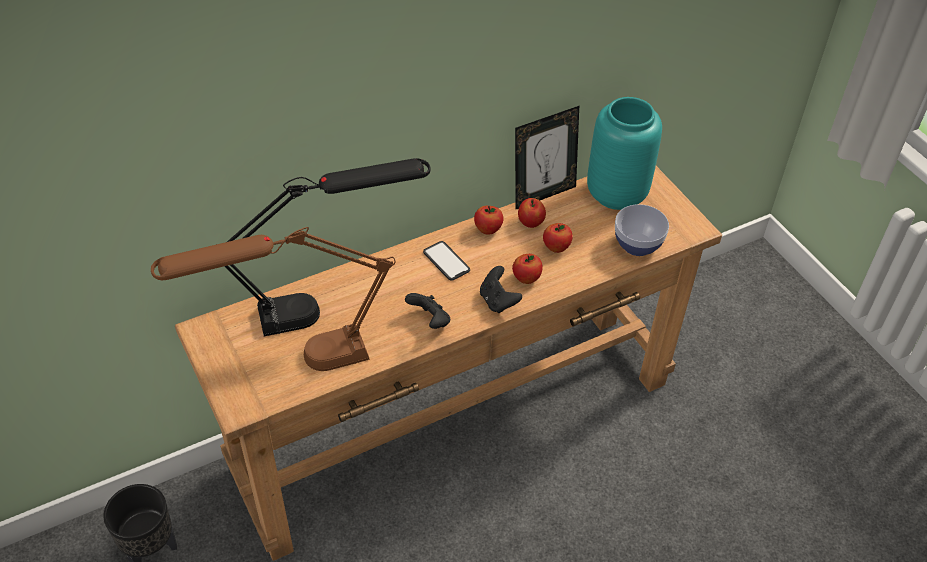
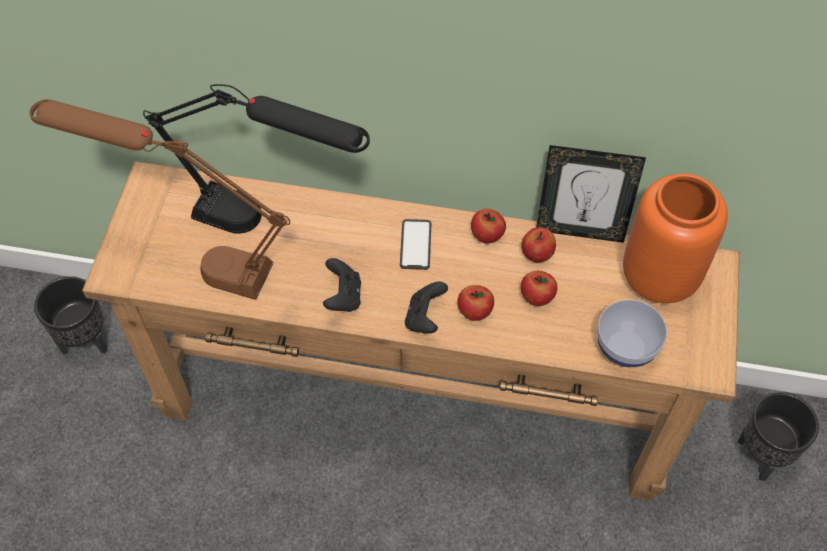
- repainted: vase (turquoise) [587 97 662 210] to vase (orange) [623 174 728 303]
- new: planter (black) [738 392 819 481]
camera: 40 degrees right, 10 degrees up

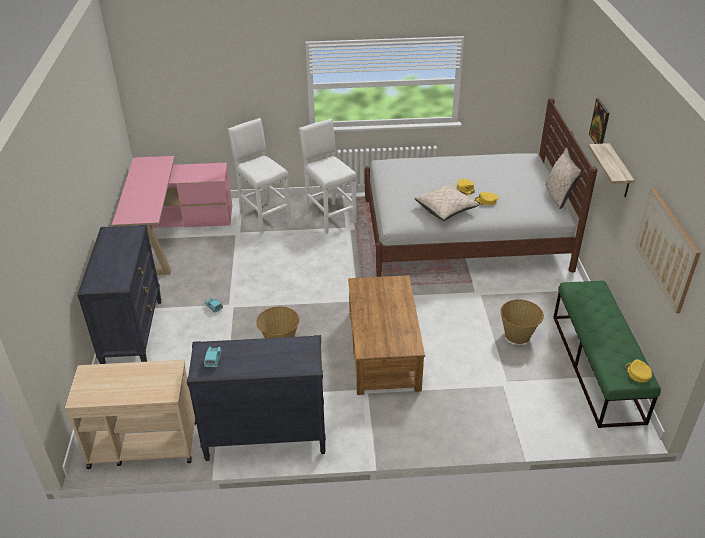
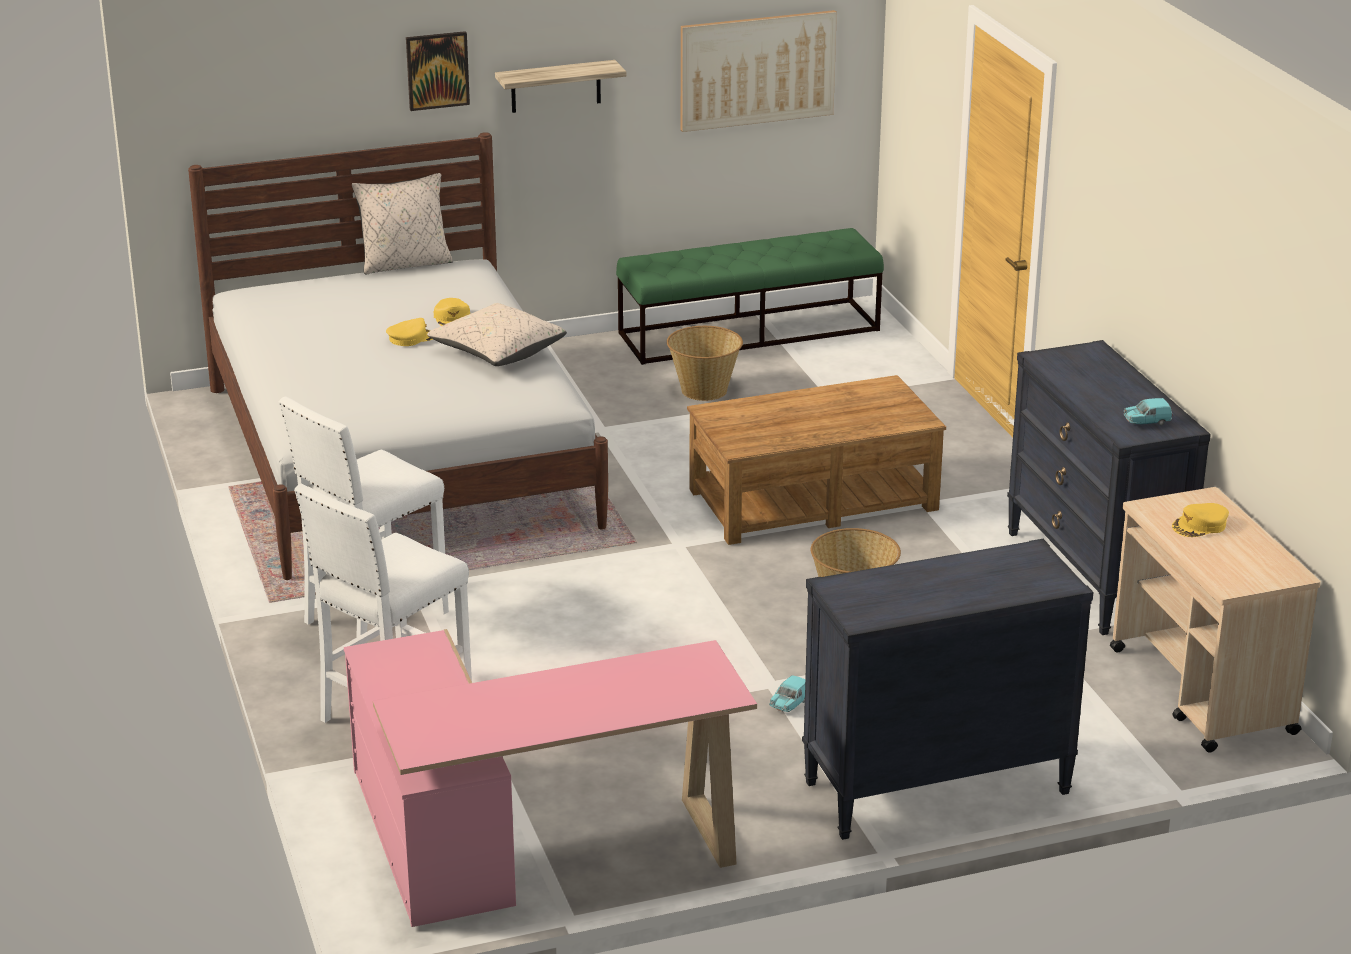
- shifted: cap (yellow) [625 359 652 382] to [1172 503 1229 537]
camera: 105 degrees left, 10 degrees down

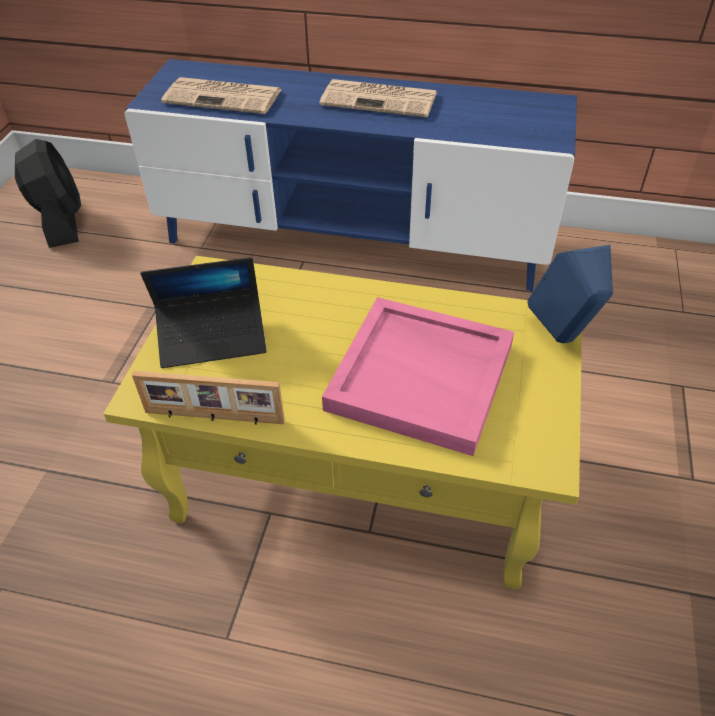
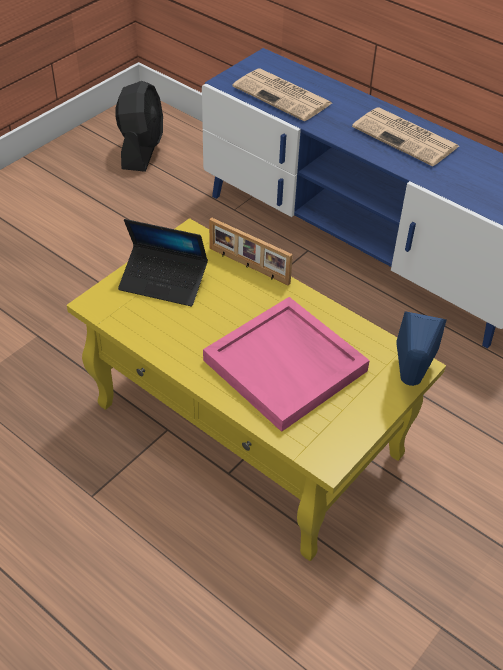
- shifted: picture frame [132 371 285 424] to [209 217 293 286]
camera: 25 degrees right, 0 degrees up

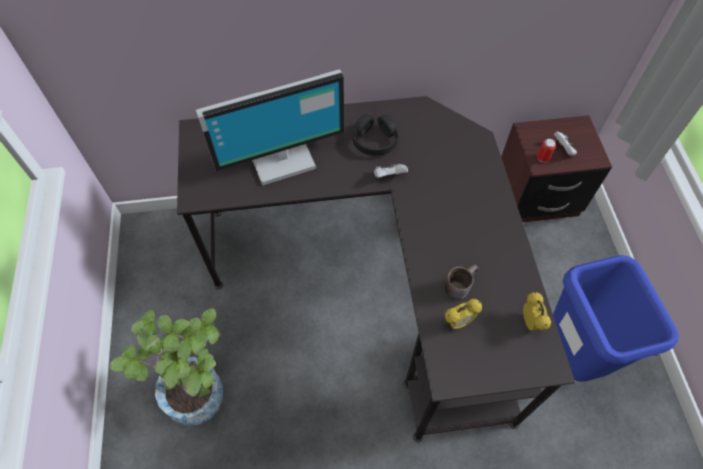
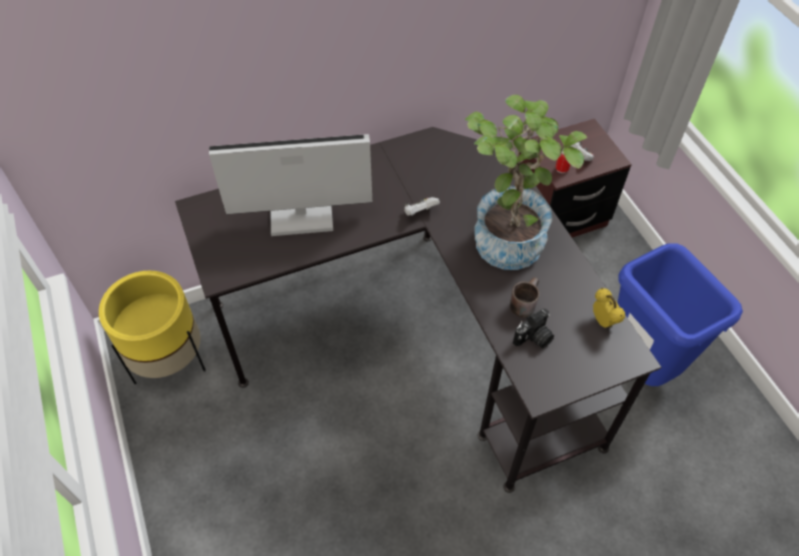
- new: planter (yellow) [99 271 206 384]
- rotated: monitor [196 69 345 186] = [209 134 372 236] 150 degrees counterclockwise
- shifted: potted plant [110 308 223 425] to [465 95 587 270]
- swapped: alarm clock [445 299 482 329] to photo camera [513 309 554 348]
- gone: headphones (black) [353 114 398 156]
camera: 15 degrees left, 5 degrees down

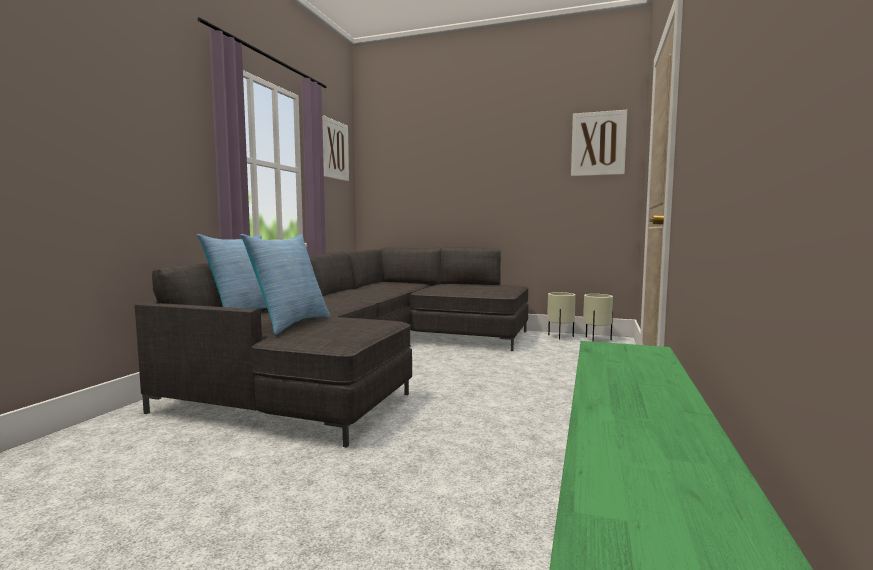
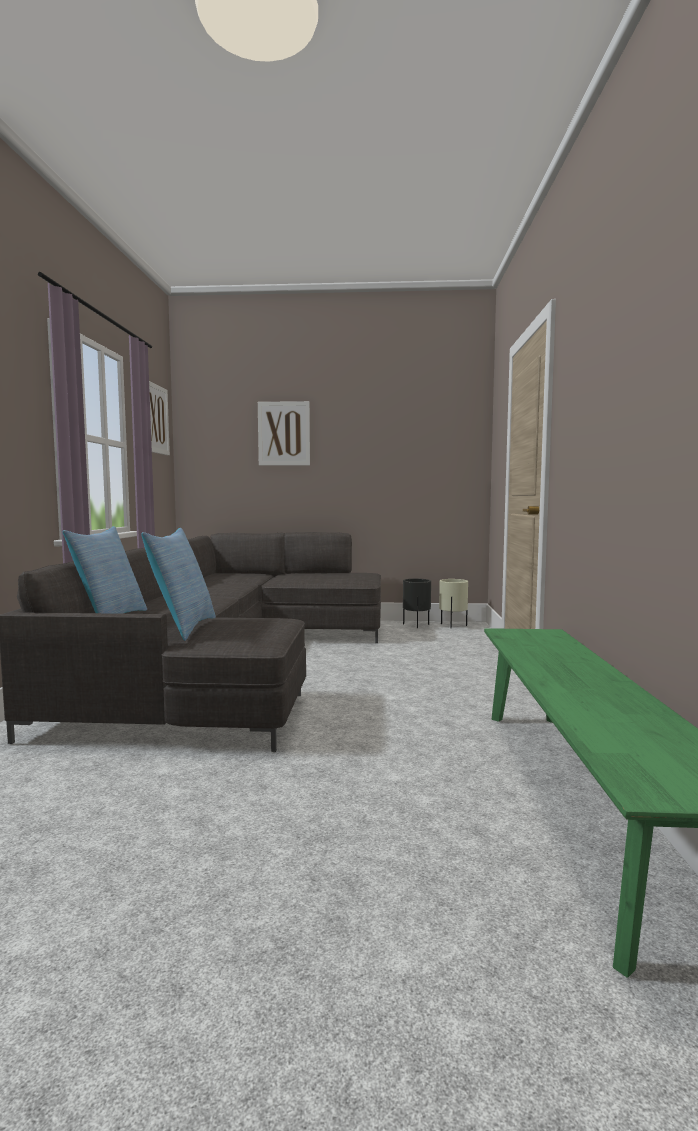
- shifted: picture [571 110 627 176] to [258 401 310 466]
- repainted: planter (beige) [547 292 576 339] to planter (black) [403 579 431 628]
camera: 15 degrees left, 0 degrees up

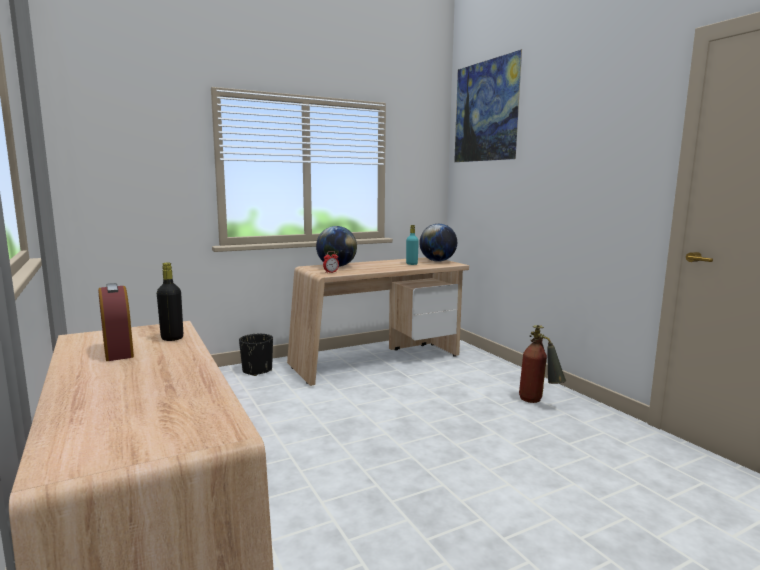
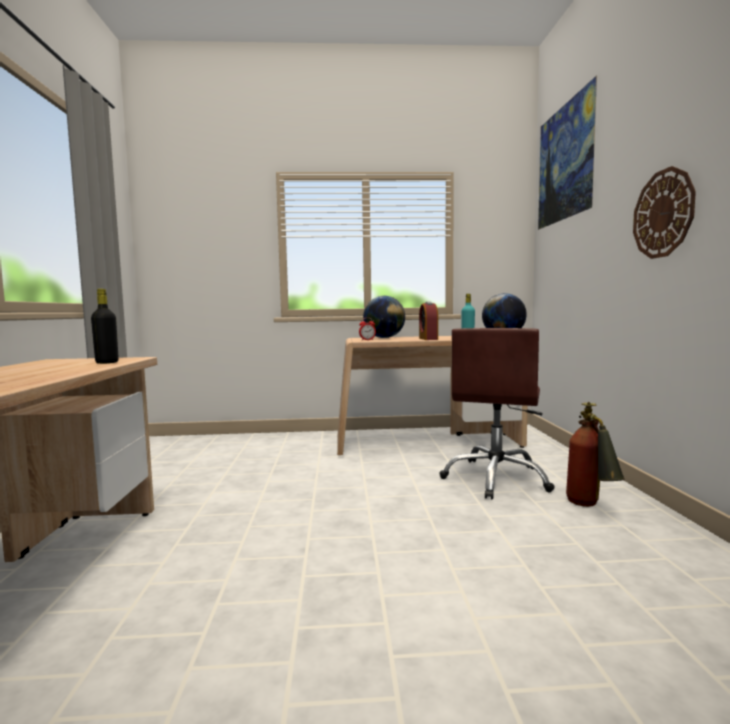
- shifted: alarm clock [98 283 134 361] to [419 301 438 340]
- new: office chair (brown) [439 328 555 499]
- new: wall clock [633 166 696 259]
- gone: planter (black) [239 334 273 376]
camera: 25 degrees right, 5 degrees down

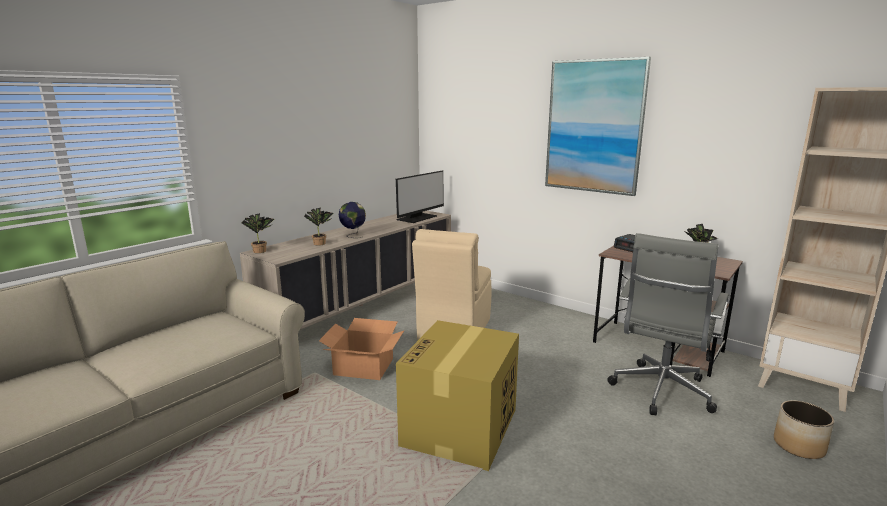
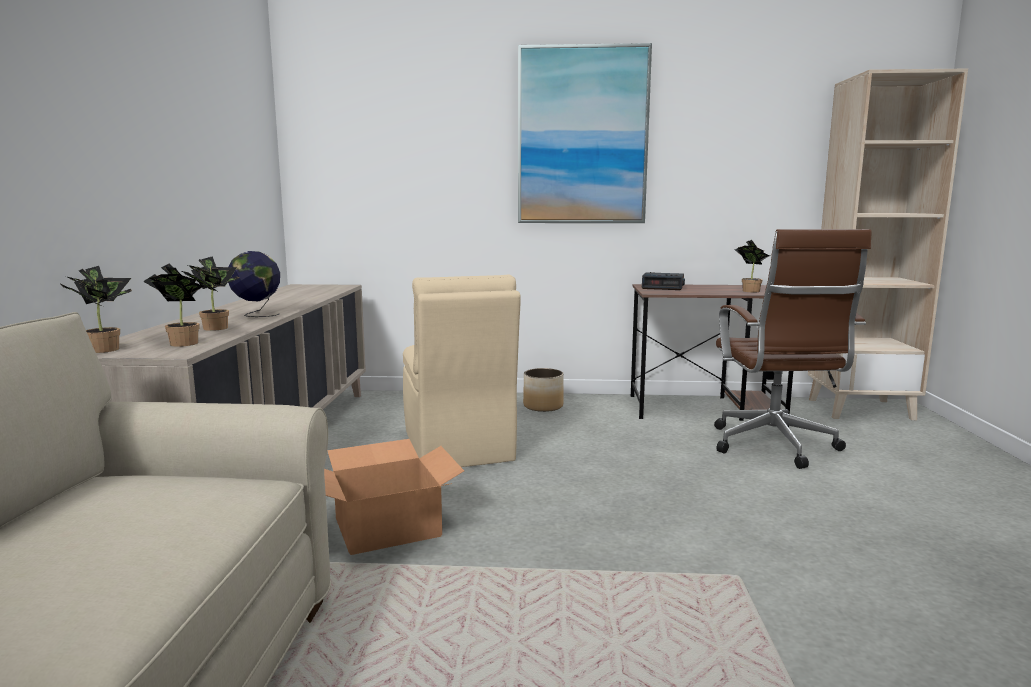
- new: potted plant [143 263 204 347]
- shifted: planter [774 400 834 459] to [523 368 564 412]
- repainted: office chair (grey) [607 233 729 415] to office chair (brown) [714 229 872 469]
- gone: monitor [396 171 444 223]
- gone: cardboard box [396 320 519 471]
camera: 35 degrees left, 5 degrees down

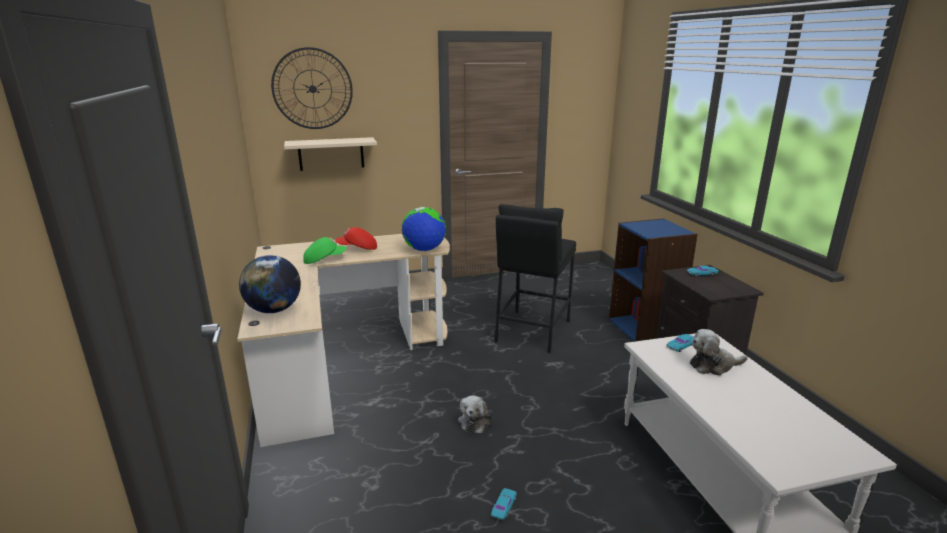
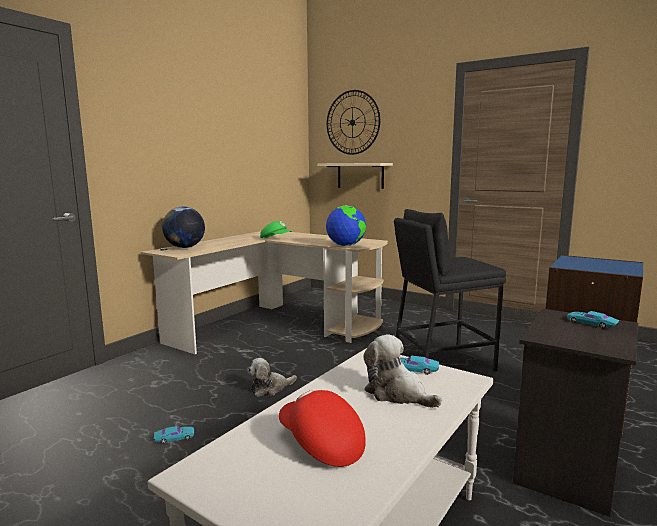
- shifted: cap (red) [335 227 377 250] to [279 390 366 467]
camera: 50 degrees right, 10 degrees down

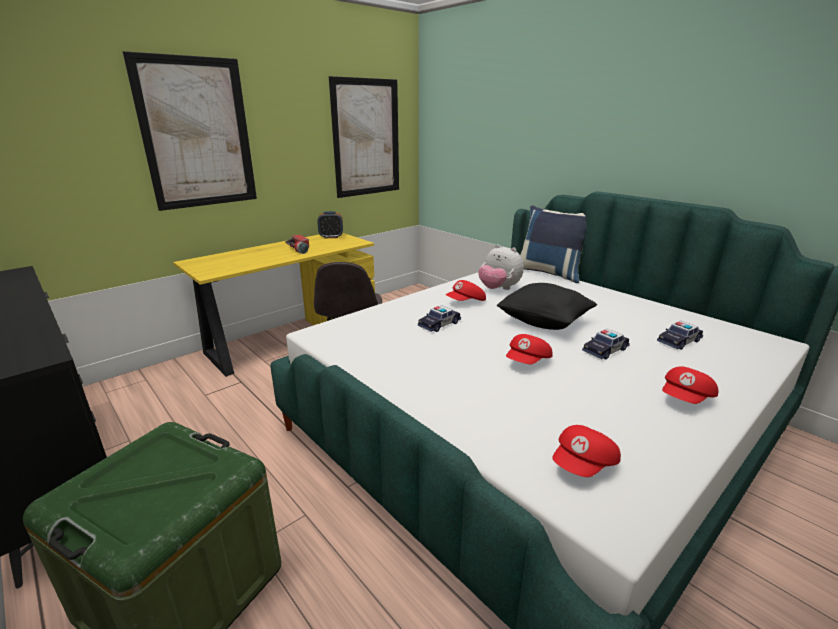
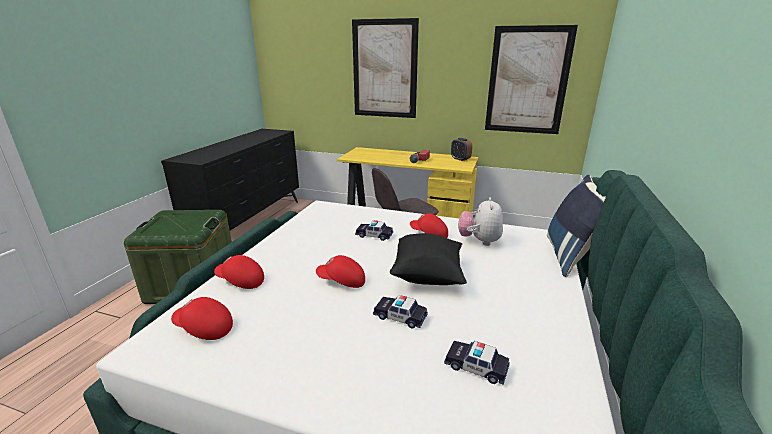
- shifted: cap (red) [662 367 718 404] to [214 255 264 289]
camera: 60 degrees right, 0 degrees up

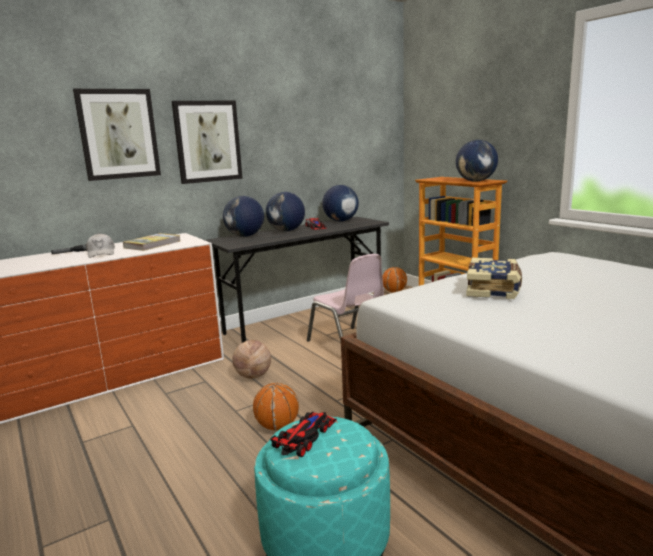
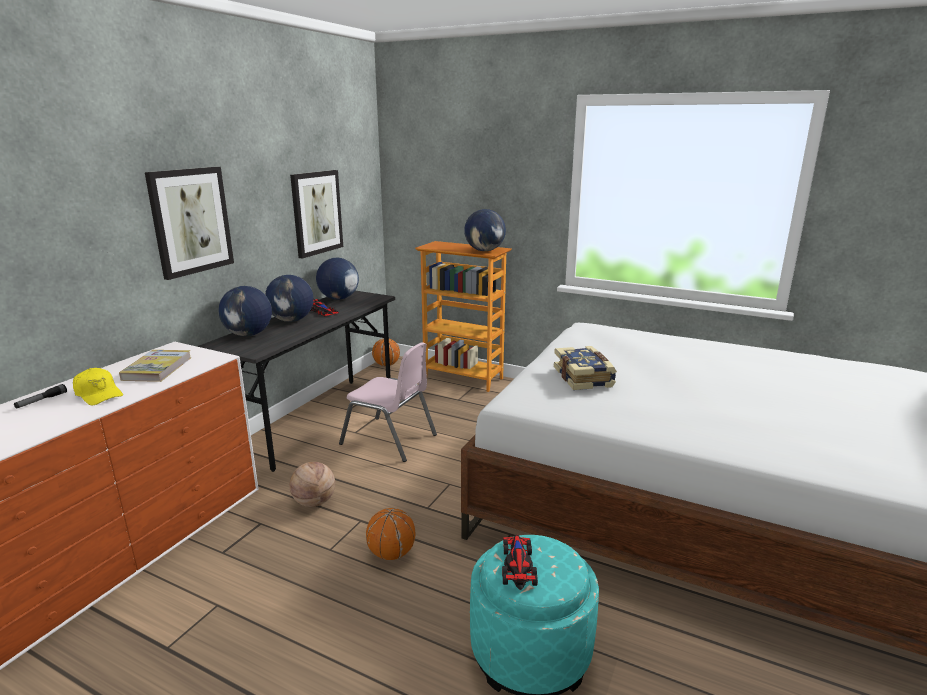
- repainted: cap (white) [86 233 115 258] to cap (yellow) [73 368 123 405]
- shifted: picture [73 89 161 181] to [290 170 343 259]
camera: 30 degrees left, 5 degrees up

